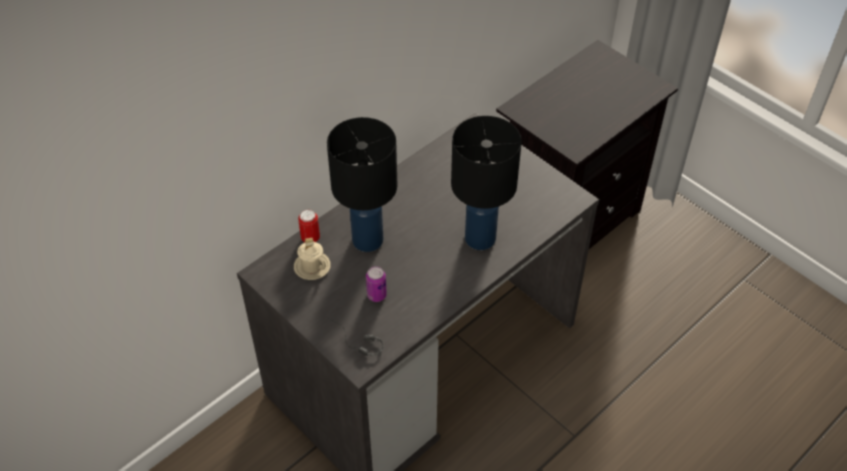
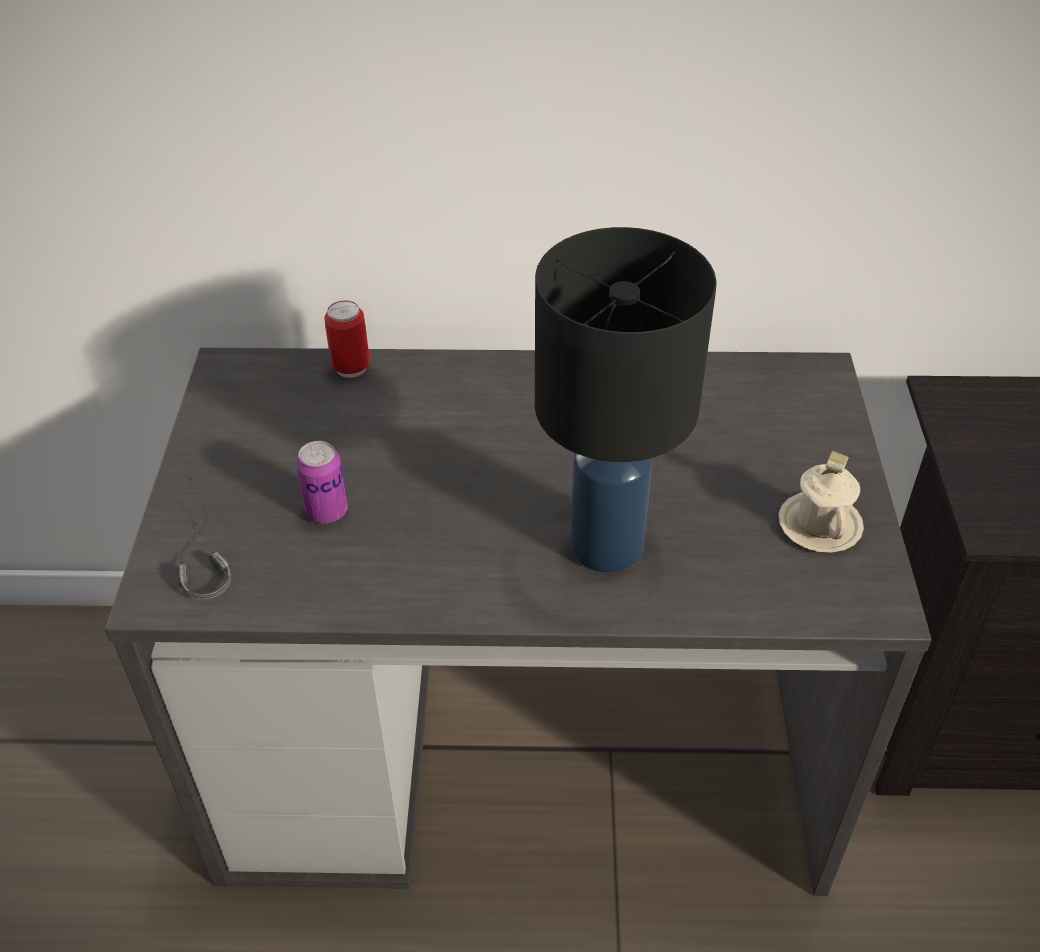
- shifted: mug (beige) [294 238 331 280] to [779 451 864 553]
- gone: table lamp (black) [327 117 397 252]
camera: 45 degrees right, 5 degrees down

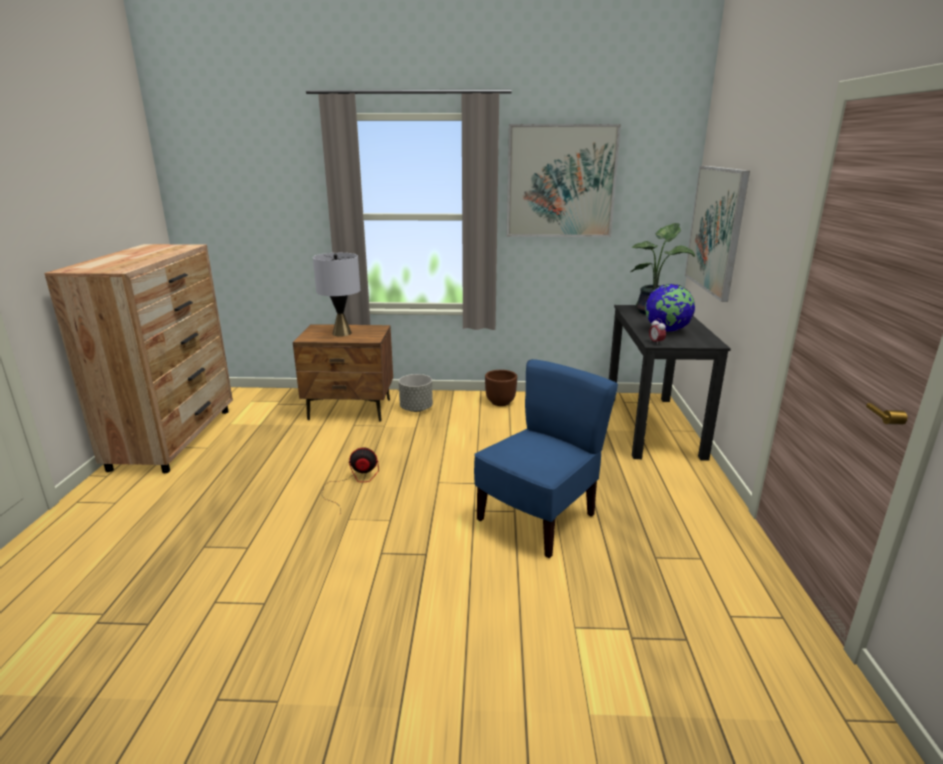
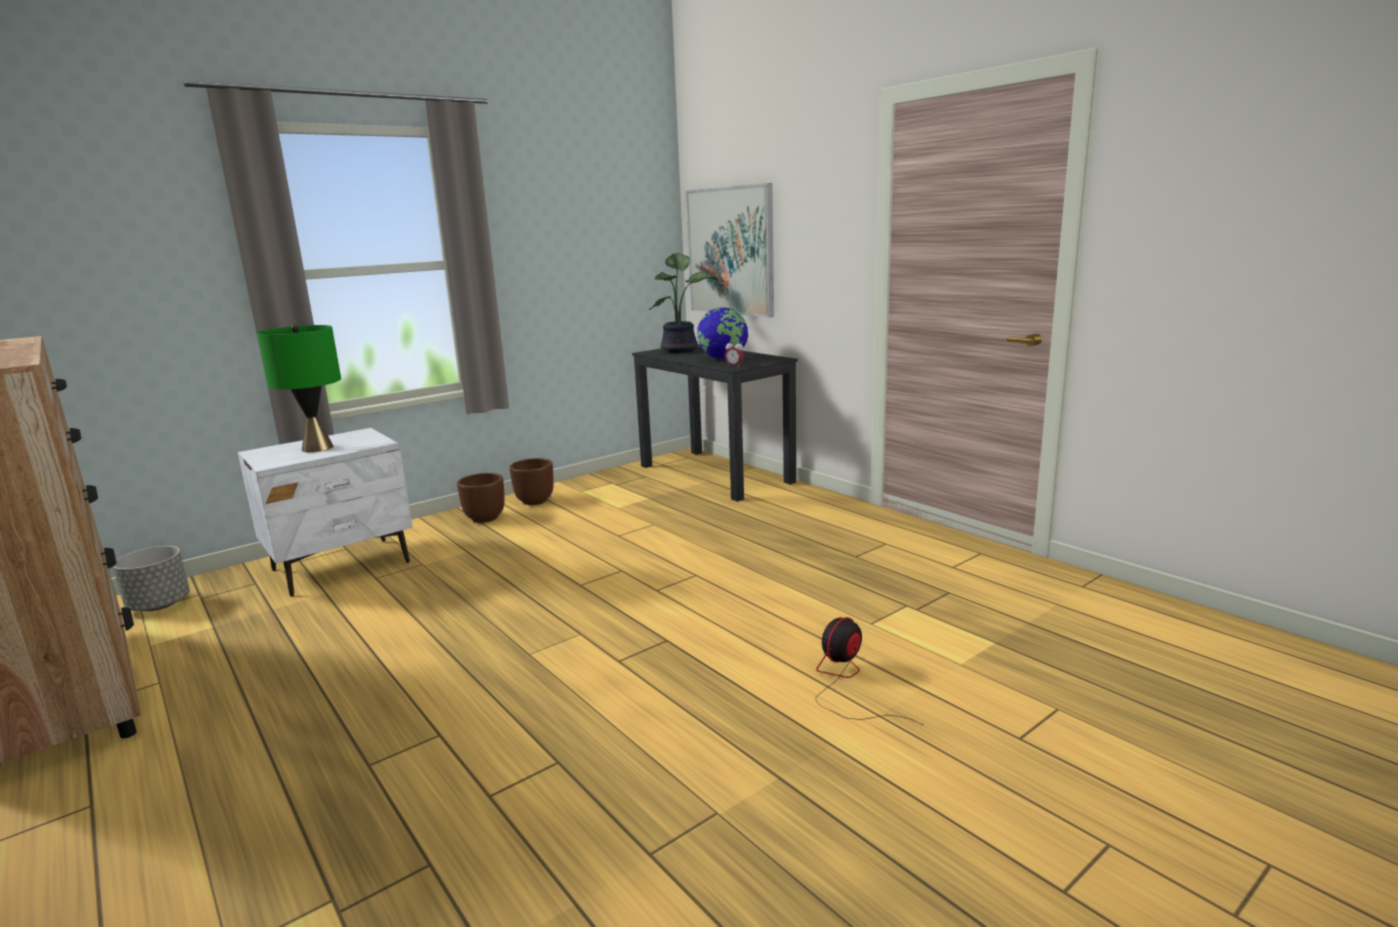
- shifted: planter (grey) [399 374 433 412] to [113 546 190 611]
- repainted: nightstand (brown) [293 324 393 422] to nightstand (white) [238 428 413 597]
- repainted: table lamp (grey) [313 253 360 337] to table lamp (green) [257 325 341 452]
- new: planter (brown) [457 473 505 523]
- shifted: fan [321 447 379 513] to [816 617 923 725]
- gone: chair (blue) [474 359 618 558]
- gone: picture [507 124 621 237]
camera: 40 degrees left, 5 degrees down

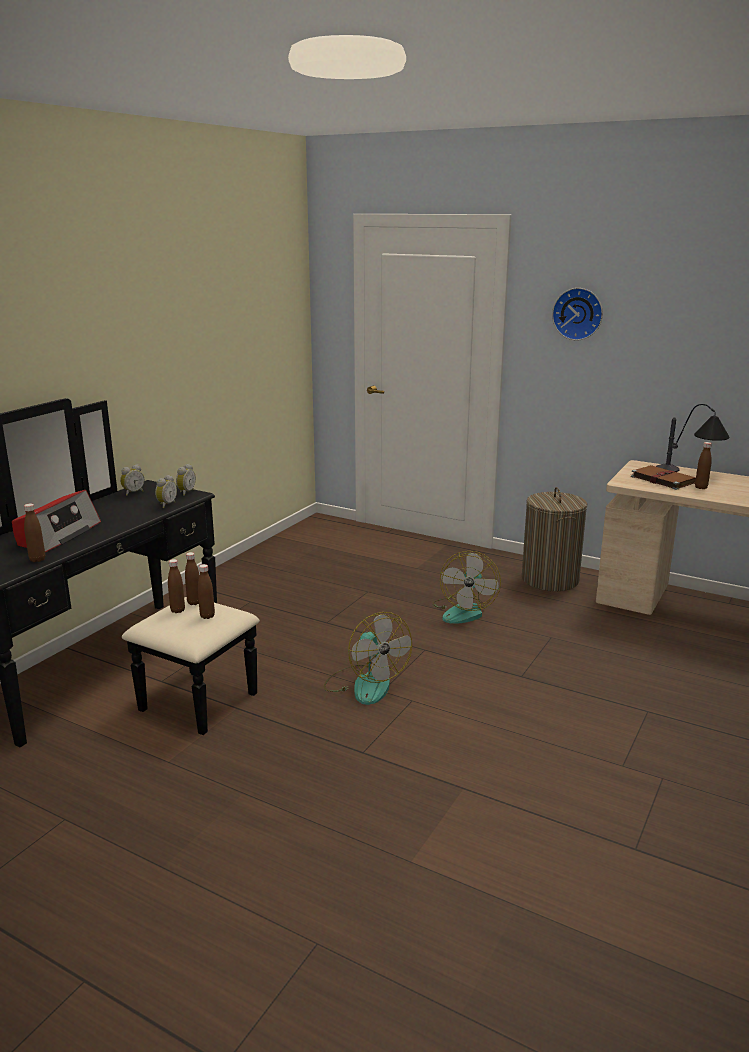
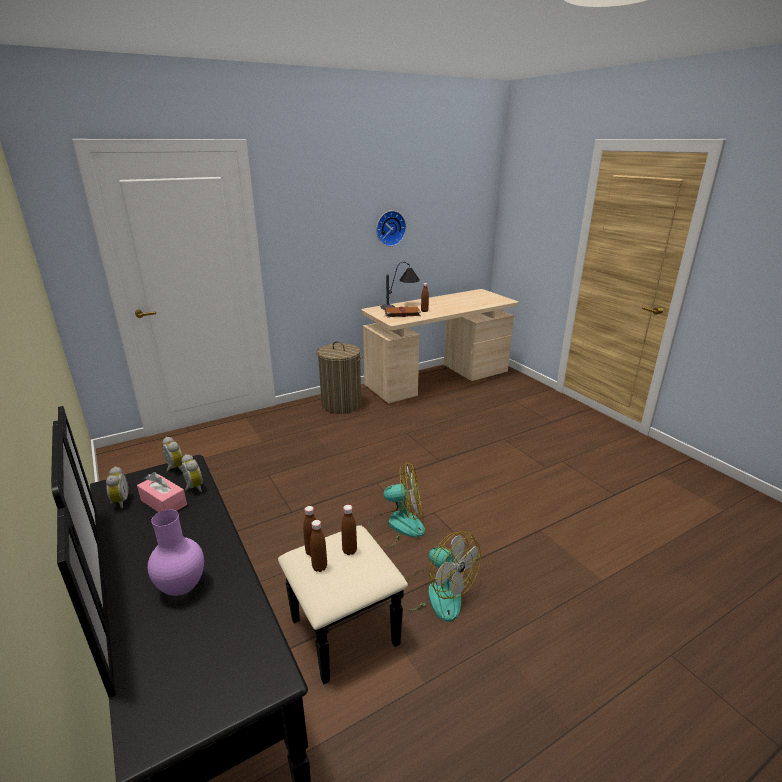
- new: tissue box (pink) [137 472 187 512]
- swapped: radio [12 490 101 552] to vase (purple) [148 509 204 596]
- shifted: wall clock [552 288 603 340] to [376 211 406 246]
- shifted: fan [433 551 501 624] to [401 531 481 622]
- gone: bottle (brown) [24 503 45 562]
camera: 60 degrees left, 5 degrees up

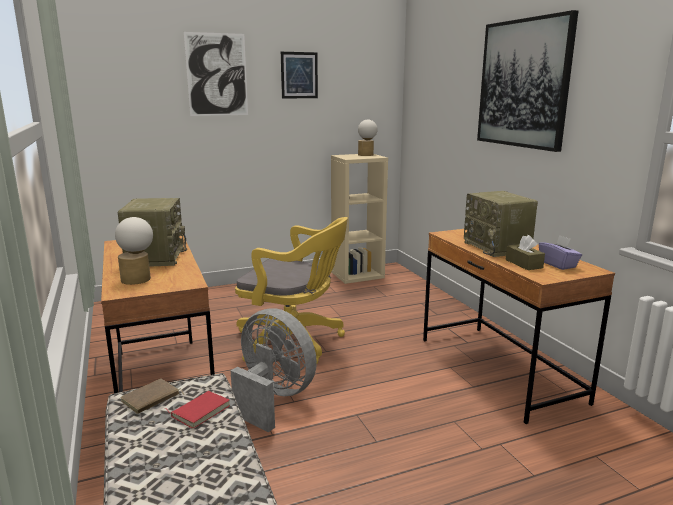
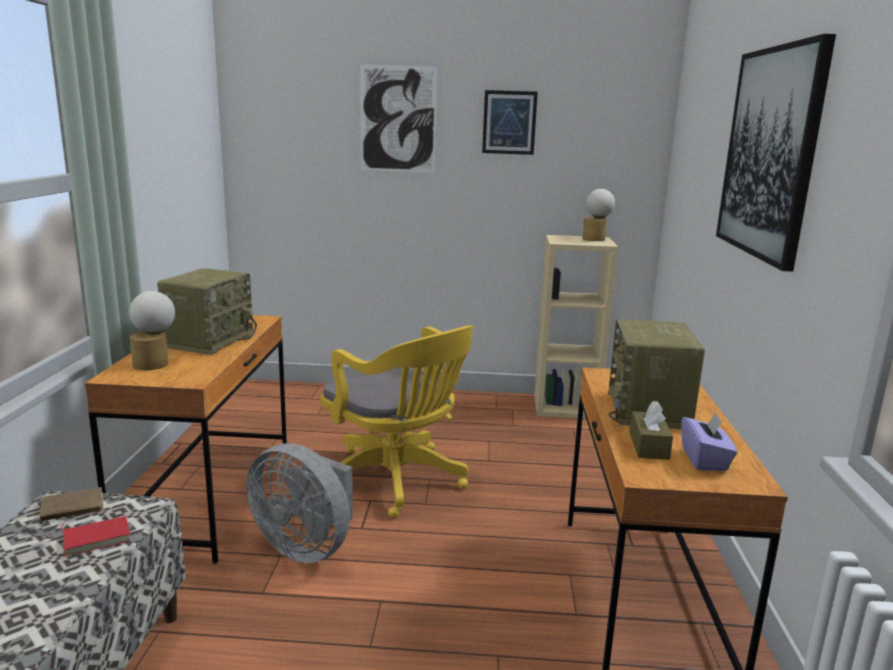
- rotated: fan (grey) [230 308 317 432] = [247 444 353 563] 150 degrees clockwise
camera: 25 degrees right, 0 degrees up

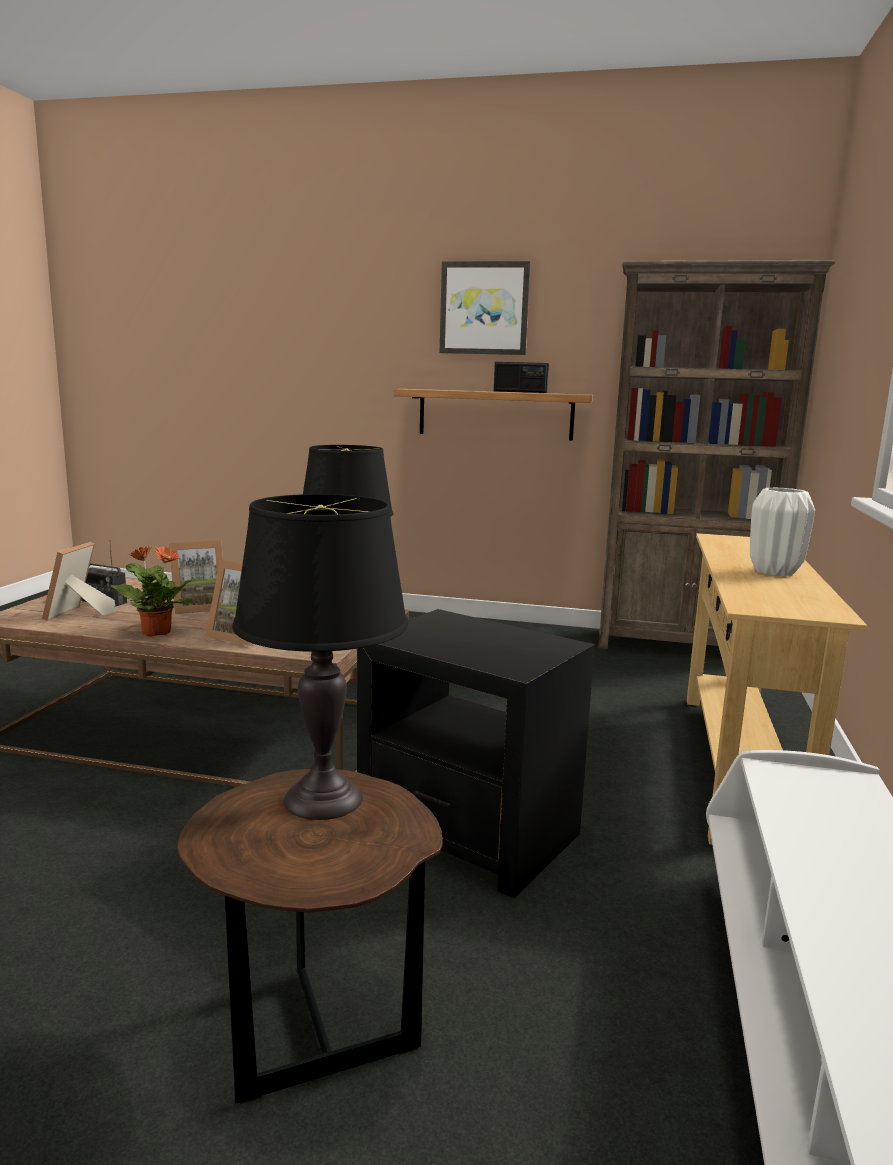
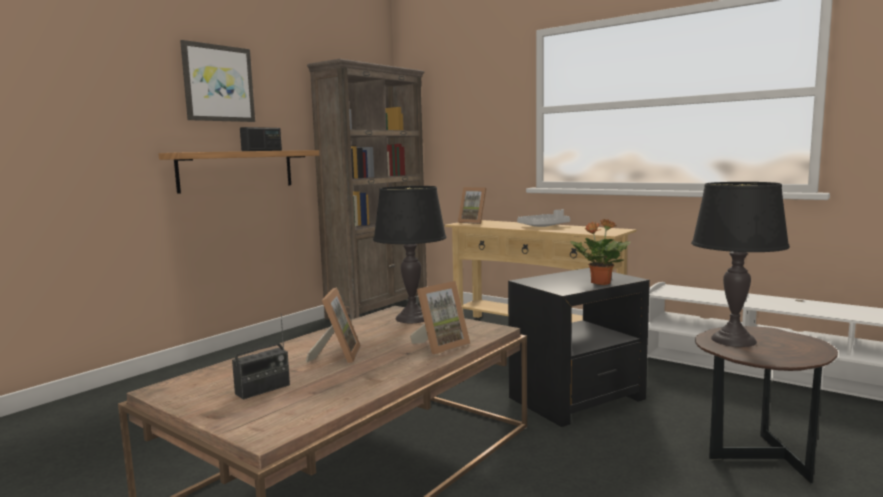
- shifted: picture frame [42 542 116 621] to [458 187 487 224]
- swapped: vase (white) [750 487 815 576] to tray (grey) [517 209 570 227]
- shifted: potted plant [110 545 195 637] to [570 219 631 285]
camera: 65 degrees left, 5 degrees down

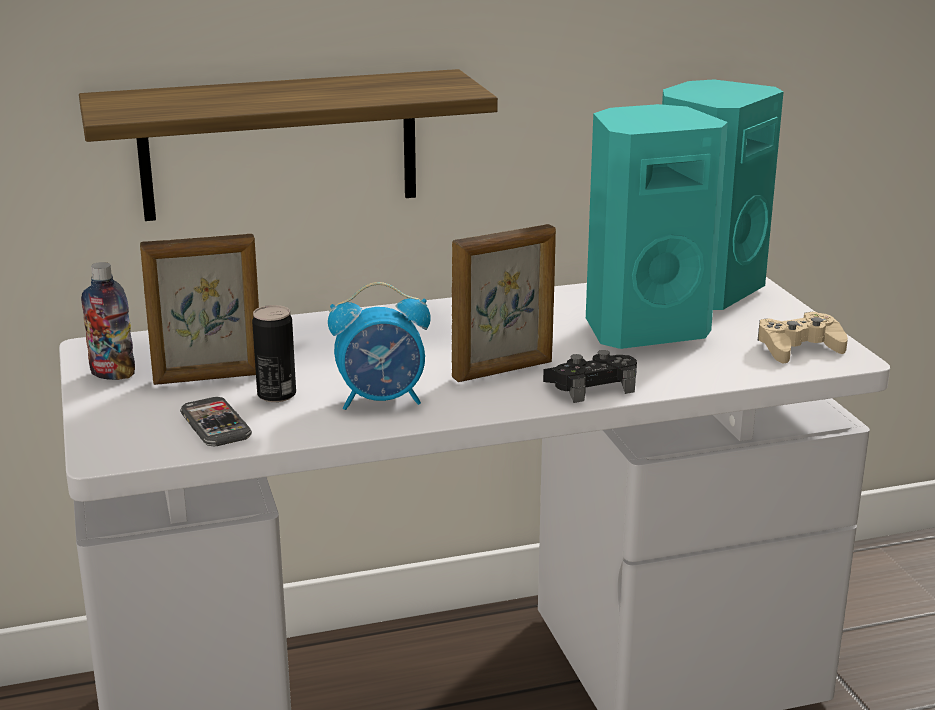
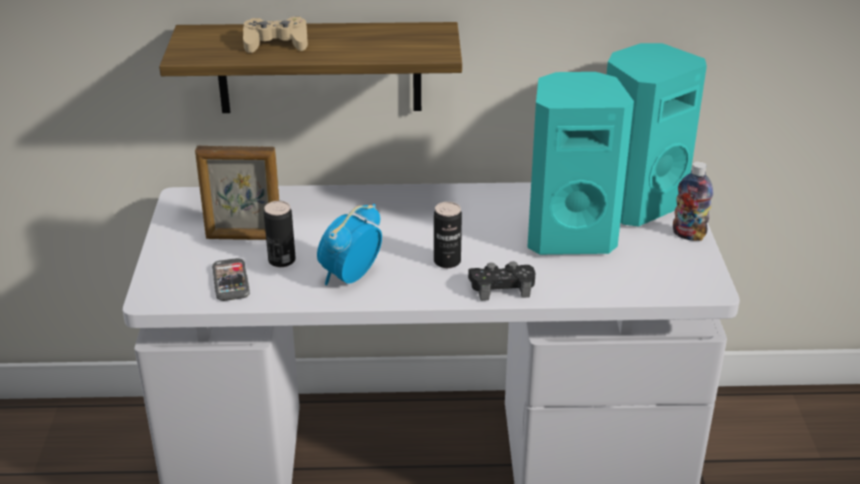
- shifted: game controller (beige) [758 312 848 363] to [243 16 308 53]
- rotated: alarm clock [328 282 431 410] = [317 204 382 285] 120 degrees clockwise
- swapped: picture frame [452 224 556 382] to can [434 202 462 268]
- shifted: bottle [81 262 135 380] to [673 161 713 241]
camera: 15 degrees right, 10 degrees up

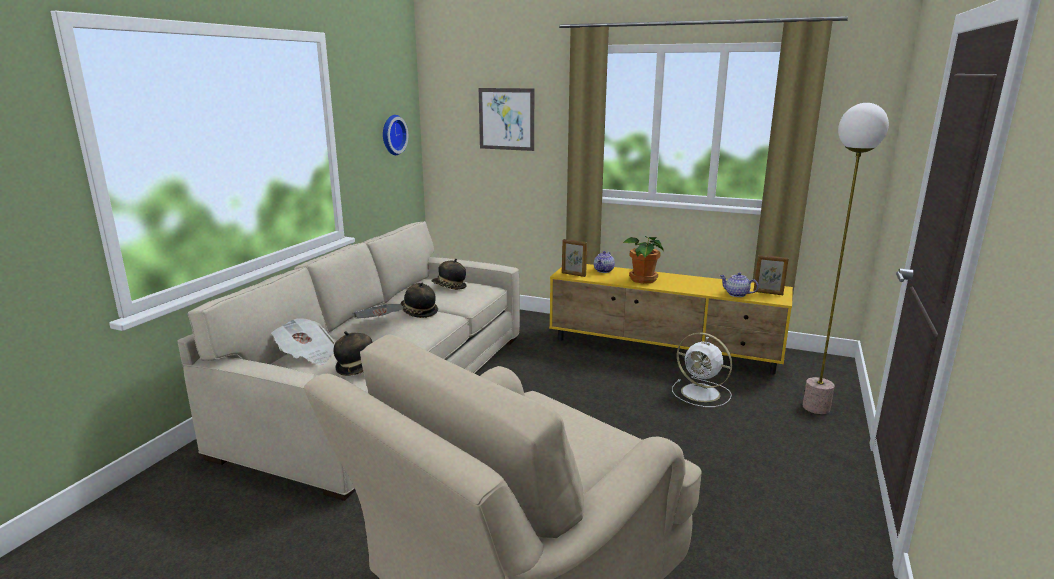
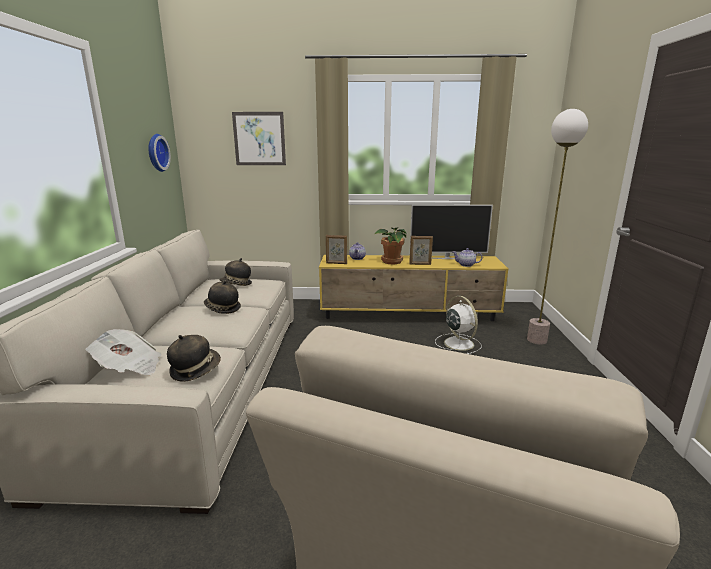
- shifted: picture frame [754 255 789 295] to [409 236 433 265]
- new: television [410 205 493 259]
- rotated: fan (white) [672 332 732 407] = [435 296 481 354] 135 degrees counterclockwise
- gone: newspaper [353 304 405 319]
camera: 20 degrees left, 0 degrees up

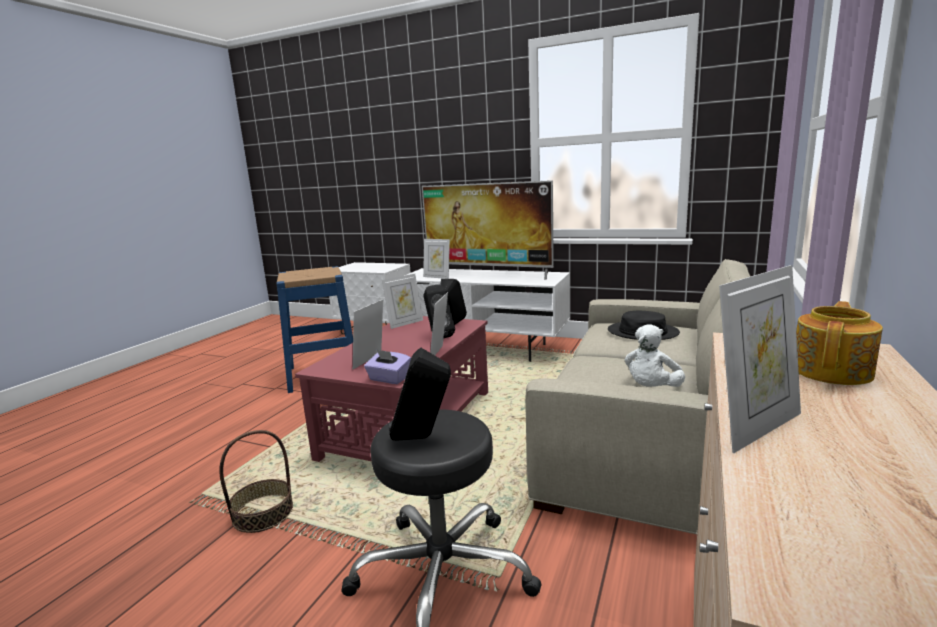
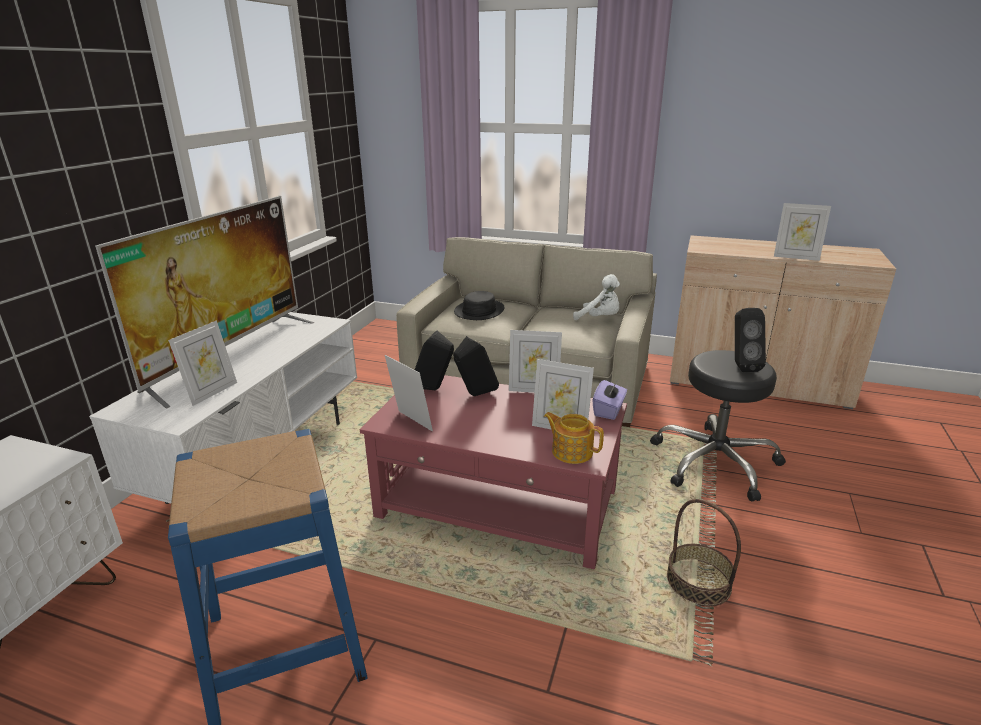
- shifted: teapot [796 301 883 385] to [544 412 604 464]
- rotated: picture frame [719 265 801 453] = [774 203 831 261] 150 degrees clockwise
camera: 95 degrees left, 10 degrees up

